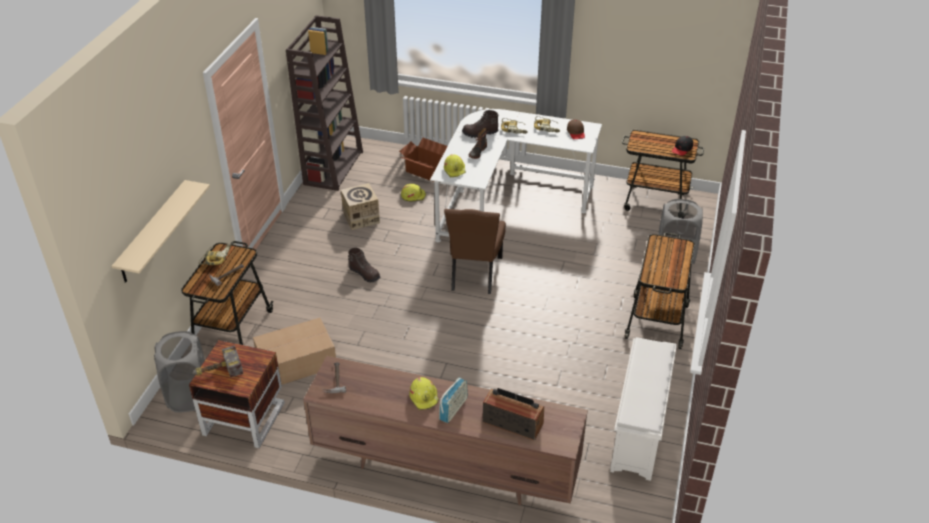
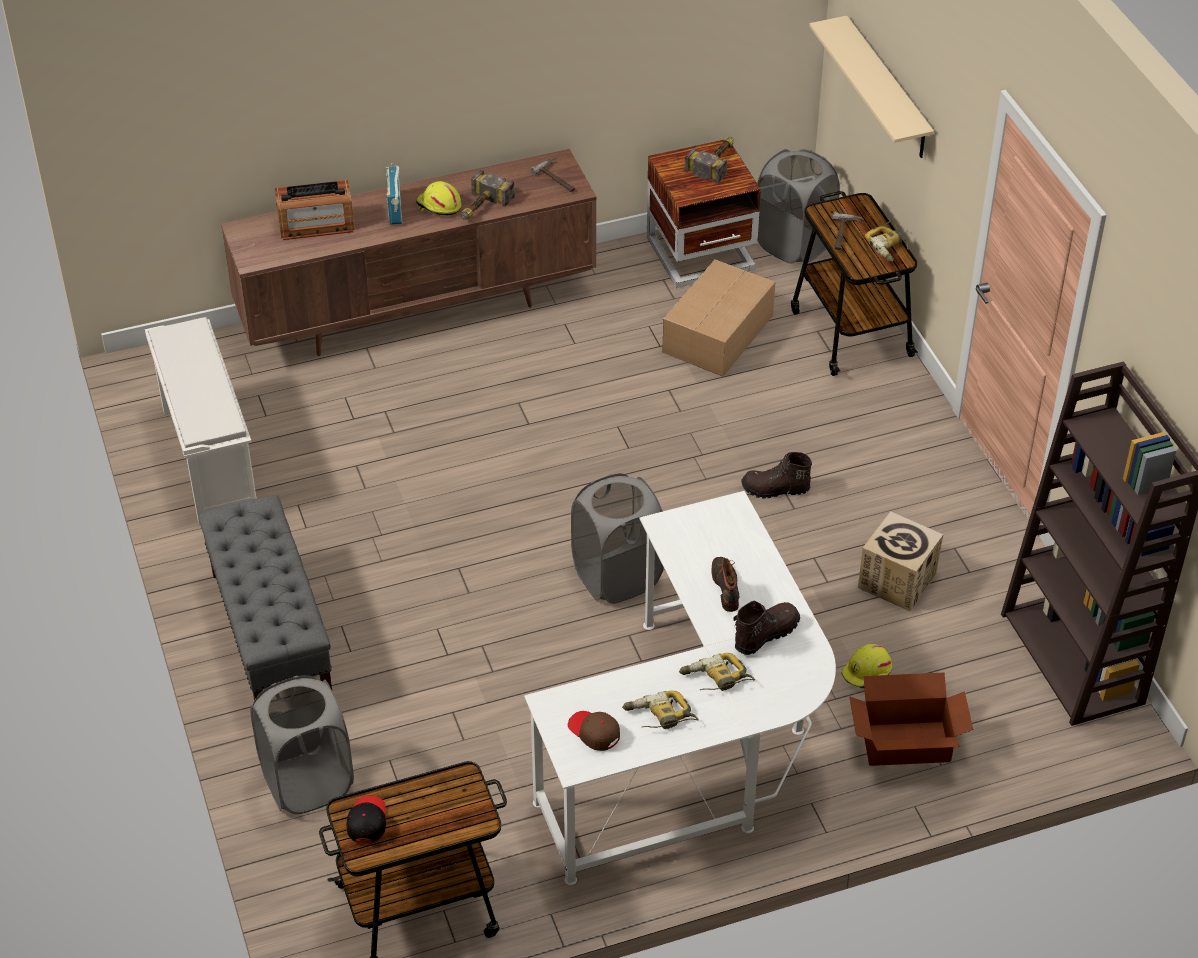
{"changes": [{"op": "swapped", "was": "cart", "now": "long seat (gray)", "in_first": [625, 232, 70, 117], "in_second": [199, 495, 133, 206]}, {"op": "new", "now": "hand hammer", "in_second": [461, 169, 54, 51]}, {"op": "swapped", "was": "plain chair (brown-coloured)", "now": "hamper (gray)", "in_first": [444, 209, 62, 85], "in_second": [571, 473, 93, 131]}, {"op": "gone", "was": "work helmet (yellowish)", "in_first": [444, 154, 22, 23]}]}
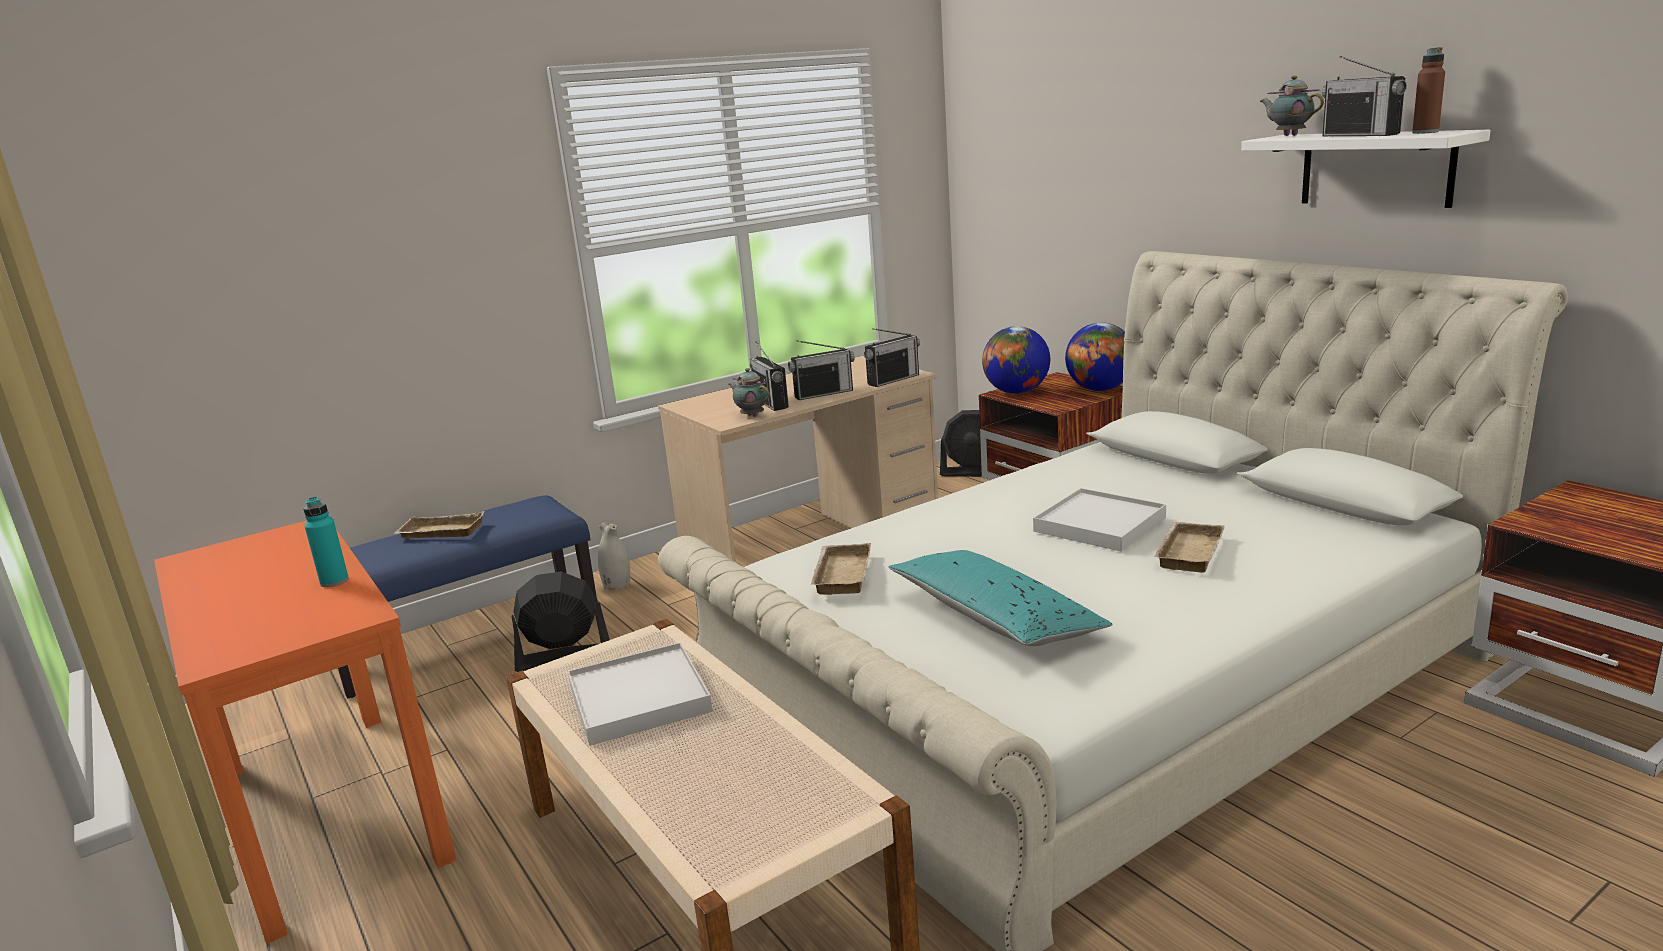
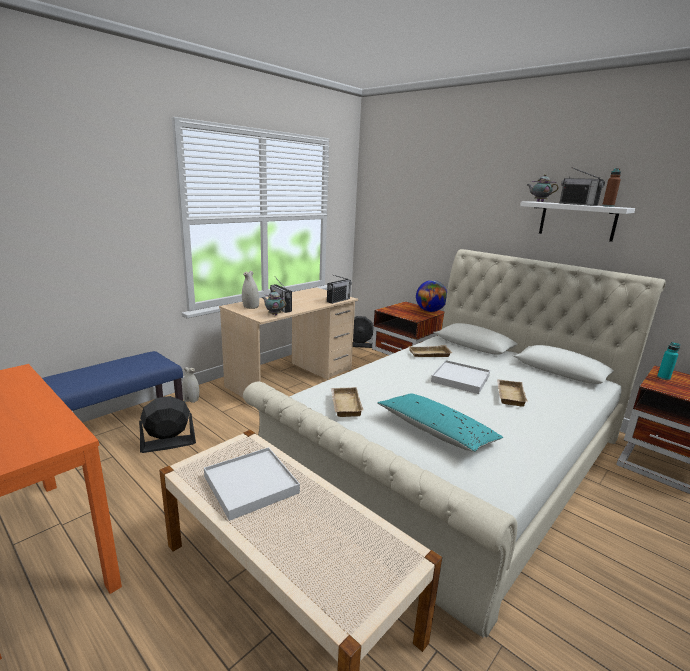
{"changes": [{"op": "new", "now": "flower vase (white-coloured)", "in_second": [242, 271, 17, 38]}, {"op": "shifted", "was": "serving tray (beige-coloured)", "in_first": [394, 511, 91, 27], "in_second": [409, 345, 43, 12]}, {"op": "shifted", "was": "bottle (turquoise-coloured)", "in_first": [303, 497, 46, 90], "in_second": [657, 342, 23, 38]}, {"op": "gone", "was": "radio", "in_first": [788, 340, 66, 60]}, {"op": "gone", "was": "desk globe", "in_first": [982, 326, 68, 68]}]}
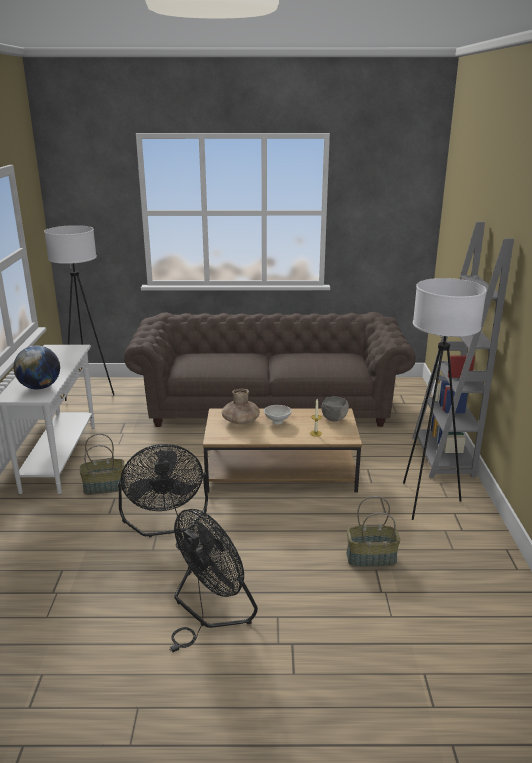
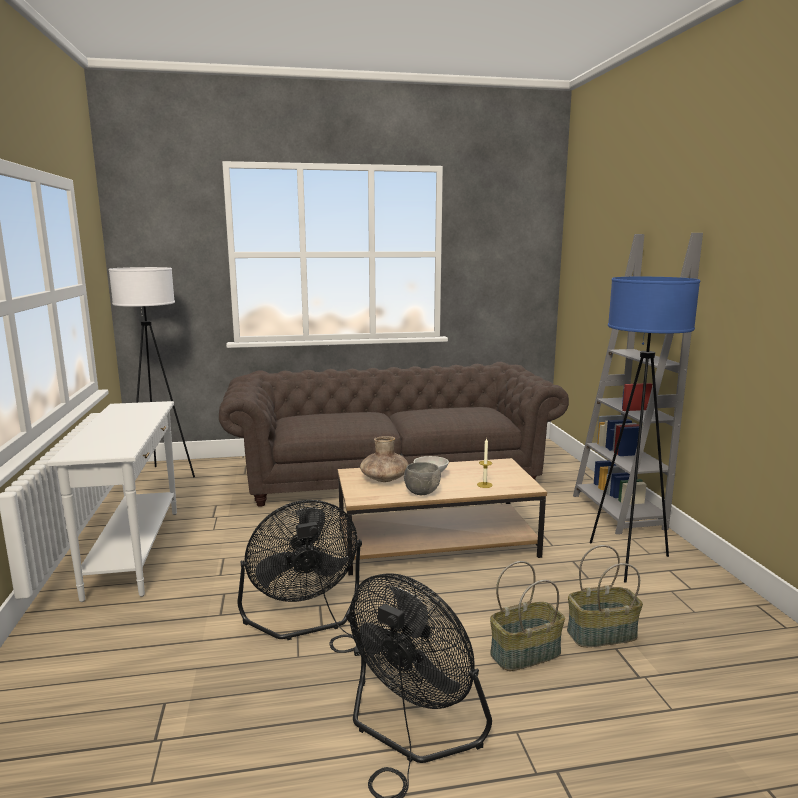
{"changes": [{"op": "shifted", "was": "bowl (gray)", "in_first": [321, 396, 28, 25], "in_second": [404, 462, 37, 33]}, {"op": "shifted", "was": "household basket", "in_first": [80, 434, 46, 61], "in_second": [490, 561, 75, 110]}, {"op": "repainted", "was": "floor lamp (white-coloured)", "now": "floor lamp (blue-coloured)", "in_first": [403, 278, 84, 242], "in_second": [590, 276, 110, 307]}, {"op": "gone", "was": "desk globe", "in_first": [13, 346, 47, 43]}]}
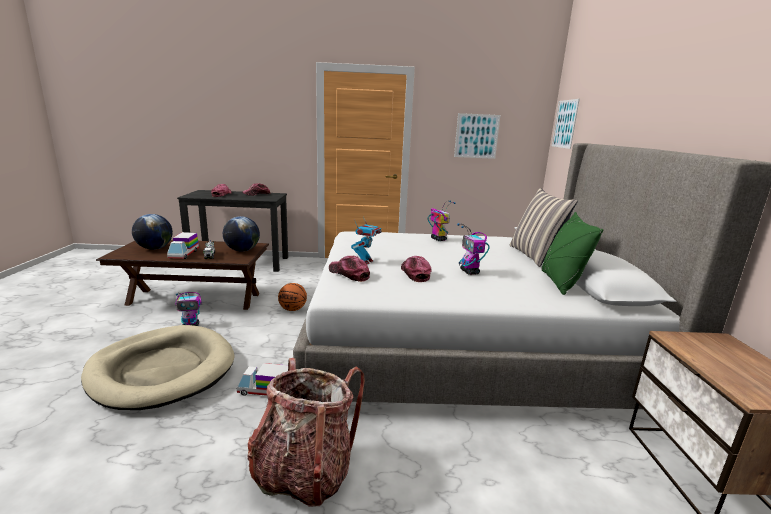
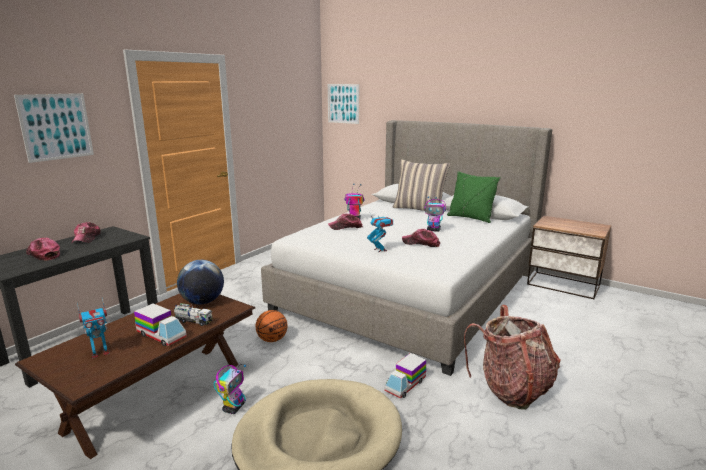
{"changes": [{"op": "shifted", "was": "wall picture", "in_first": [454, 113, 47, 46], "in_second": [14, 93, 80, 70]}, {"op": "swapped", "was": "desk globe", "now": "toy robot", "in_first": [132, 214, 41, 36], "in_second": [77, 298, 33, 60]}, {"op": "shifted", "was": "peaked cap", "in_first": [329, 256, 41, 26], "in_second": [328, 213, 35, 17]}]}
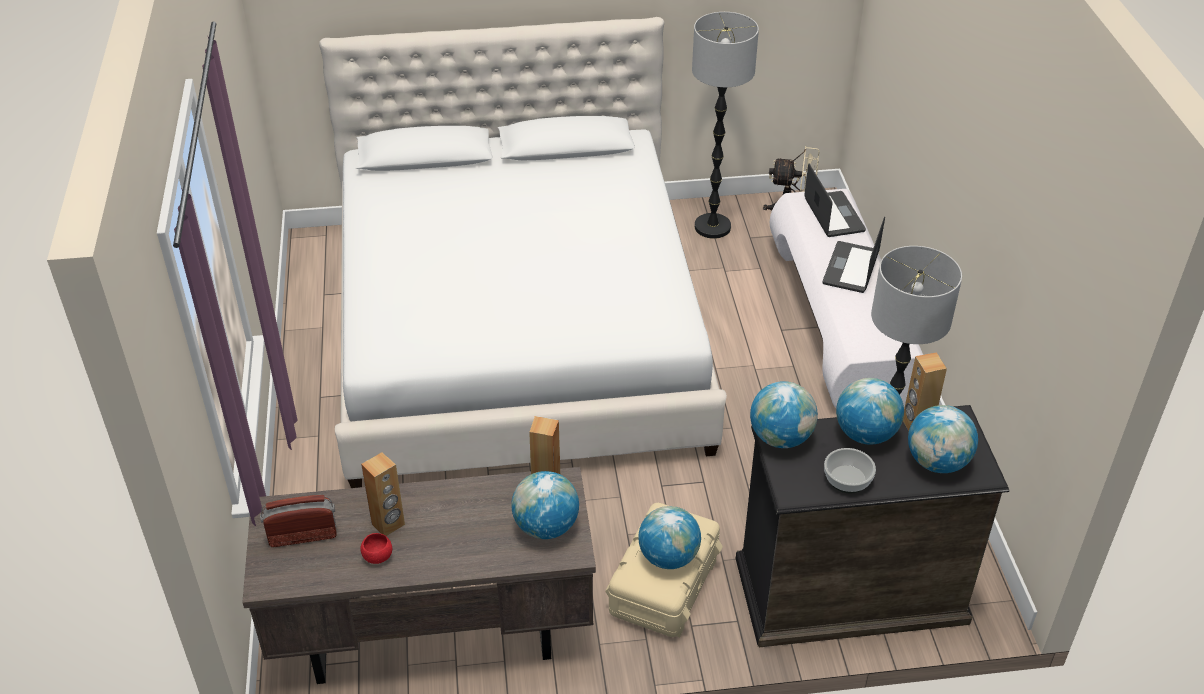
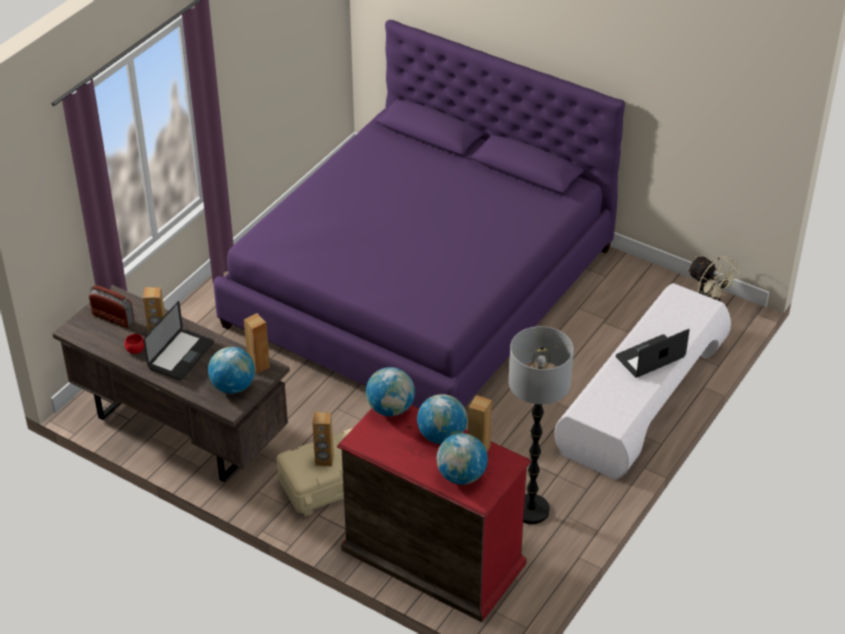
{"changes": [{"op": "shifted", "was": "portable computer", "in_first": [804, 164, 62, 73], "in_second": [143, 301, 71, 79]}, {"op": "repainted", "was": "bedroom bed (white-coloured)", "now": "bedroom bed (purple-coloured)", "in_first": [319, 17, 408, 471], "in_second": [213, 20, 412, 389]}, {"op": "swapped", "was": "desk globe", "now": "speaker (brown-coloured)", "in_first": [638, 506, 63, 63], "in_second": [312, 412, 22, 55]}, {"op": "repainted", "was": "drawer chest (blackish)", "now": "drawer chest (red-coloured)", "in_first": [736, 405, 273, 242], "in_second": [337, 405, 194, 217]}, {"op": "gone", "was": "floor lamp", "in_first": [692, 12, 67, 227]}, {"op": "gone", "was": "bowl", "in_first": [824, 448, 52, 45]}]}
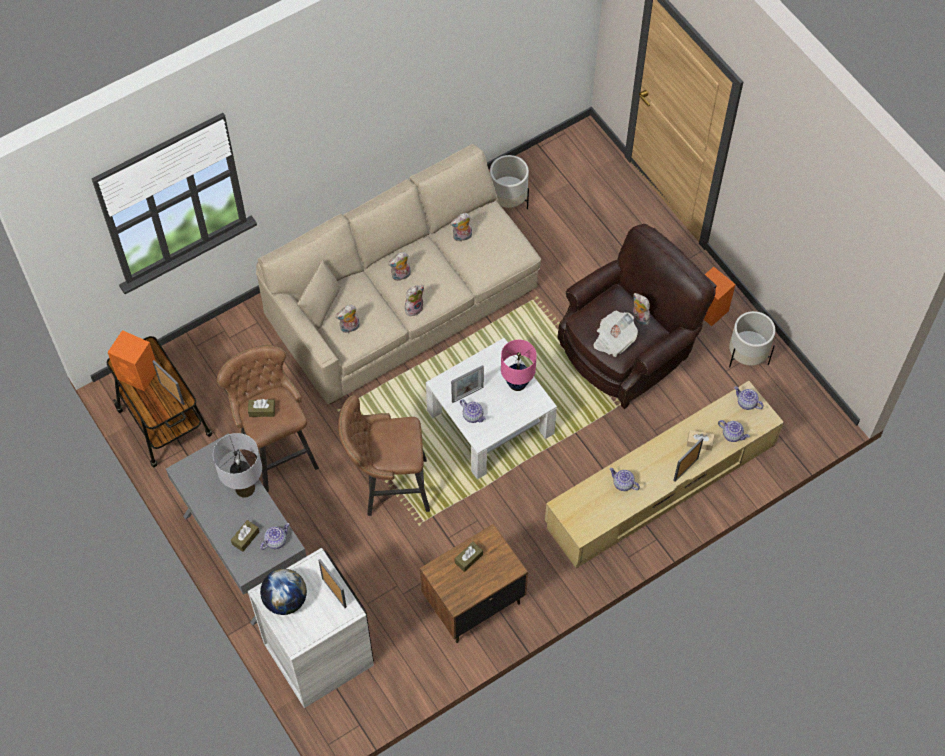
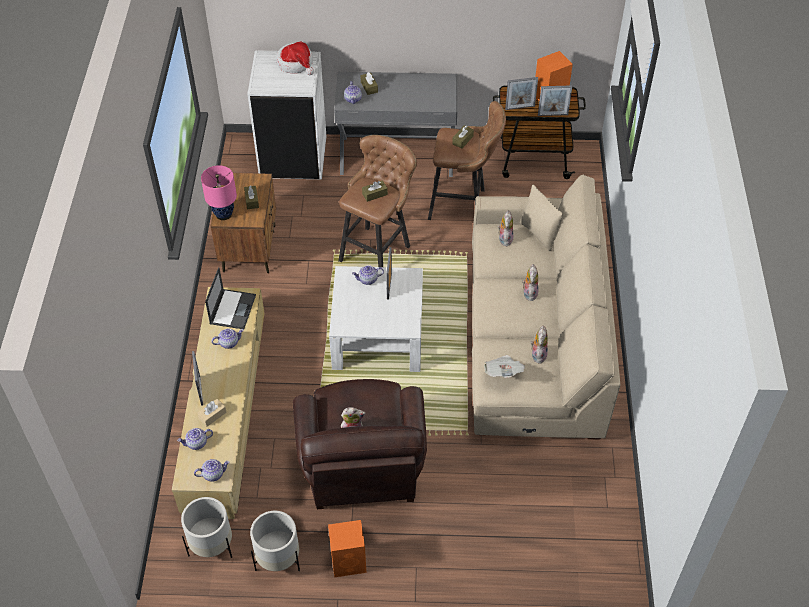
{"changes": [{"op": "shifted", "was": "planter (white-coloured)", "in_first": [490, 155, 39, 54], "in_second": [181, 497, 51, 61]}, {"op": "shifted", "was": "tabletop lamp (pinkish)", "in_first": [501, 340, 36, 51], "in_second": [201, 165, 36, 55]}, {"op": "new", "now": "portable computer", "in_second": [205, 267, 51, 62]}, {"op": "swapped", "was": "desk globe", "now": "clothing hat", "in_first": [260, 569, 47, 46], "in_second": [276, 42, 38, 33]}, {"op": "new", "now": "box of tissues (brown-coloured)", "in_second": [362, 180, 26, 22]}, {"op": "shifted", "was": "daily paper", "in_first": [593, 311, 45, 46], "in_second": [484, 355, 41, 23]}, {"op": "shifted", "was": "photo frame", "in_first": [318, 559, 29, 49], "in_second": [538, 85, 34, 31]}, {"op": "gone", "was": "tabletop lamp (gray)", "in_first": [213, 433, 49, 65]}, {"op": "gone", "was": "cuddly toy", "in_first": [405, 285, 19, 31]}]}
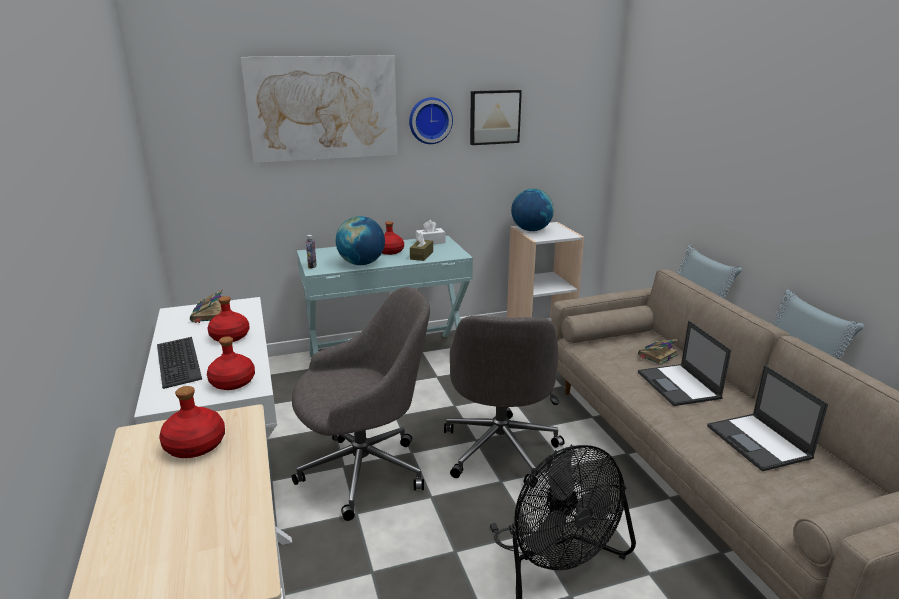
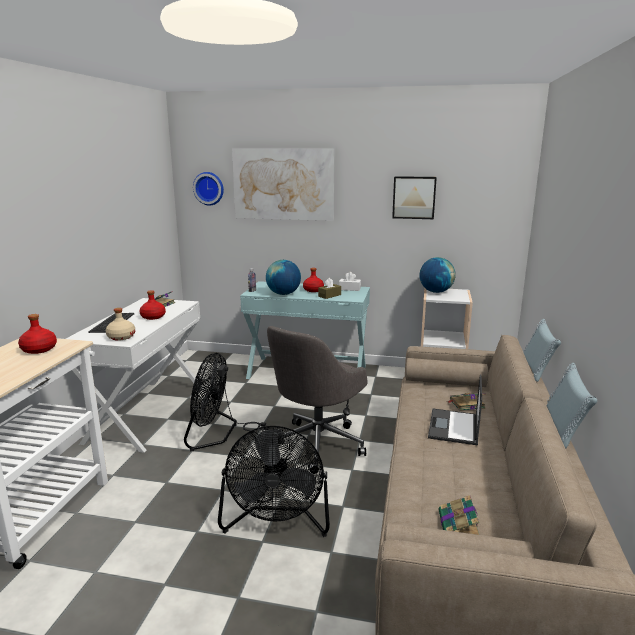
{"changes": [{"op": "repainted", "was": "bottle (red-coloured)", "now": "bottle (beige-coloured)", "in_first": [207, 336, 48, 54], "in_second": [106, 308, 29, 33]}, {"op": "swapped", "was": "computer chair (gray)", "now": "cooling fan (blackish)", "in_first": [292, 287, 138, 234], "in_second": [184, 353, 83, 99]}, {"op": "shifted", "was": "wall clock", "in_first": [409, 97, 44, 47], "in_second": [193, 172, 31, 33]}, {"op": "new", "now": "bound book", "in_second": [439, 495, 40, 40]}, {"op": "gone", "was": "portable computer", "in_first": [707, 365, 121, 106]}]}
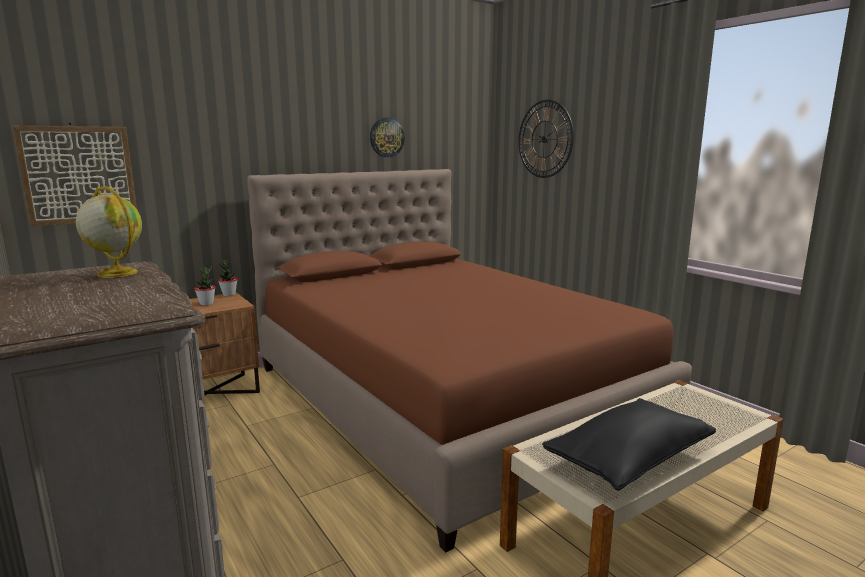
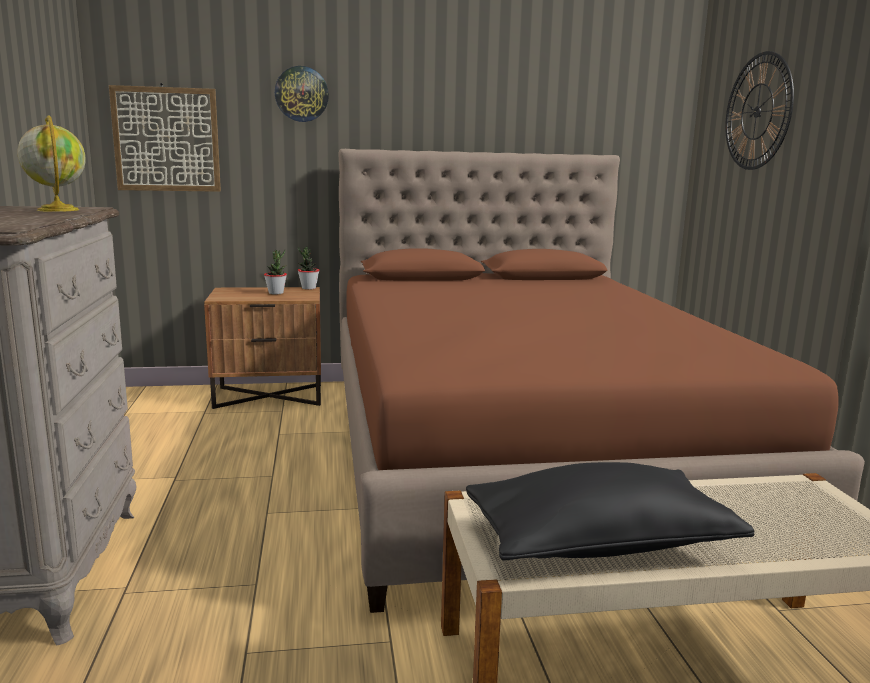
{"changes": [{"op": "shifted", "was": "wall clock", "in_first": [370, 118, 35, 39], "in_second": [275, 66, 54, 56]}]}
